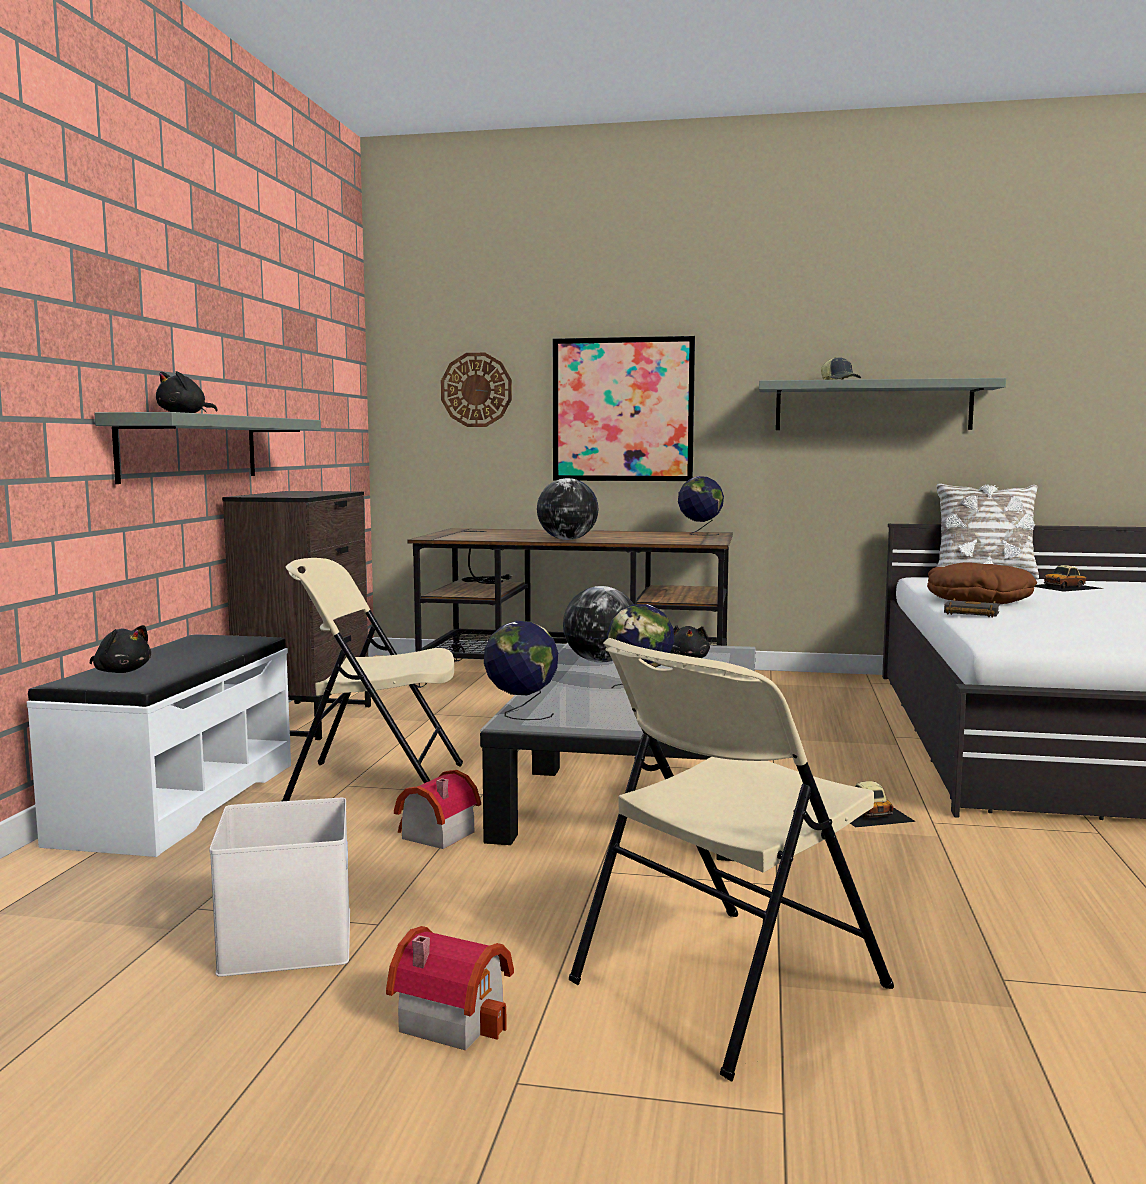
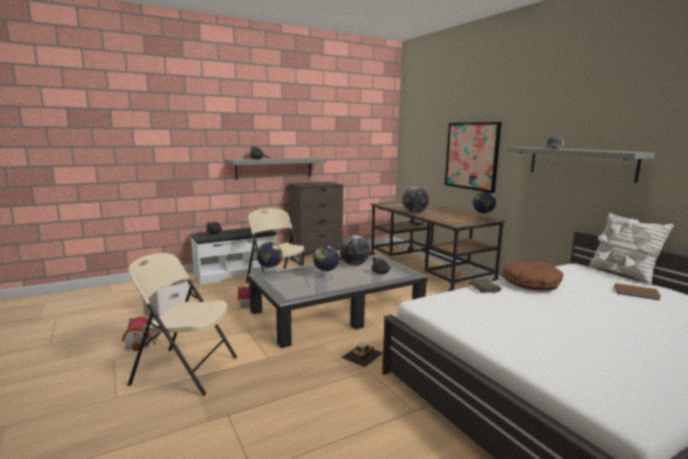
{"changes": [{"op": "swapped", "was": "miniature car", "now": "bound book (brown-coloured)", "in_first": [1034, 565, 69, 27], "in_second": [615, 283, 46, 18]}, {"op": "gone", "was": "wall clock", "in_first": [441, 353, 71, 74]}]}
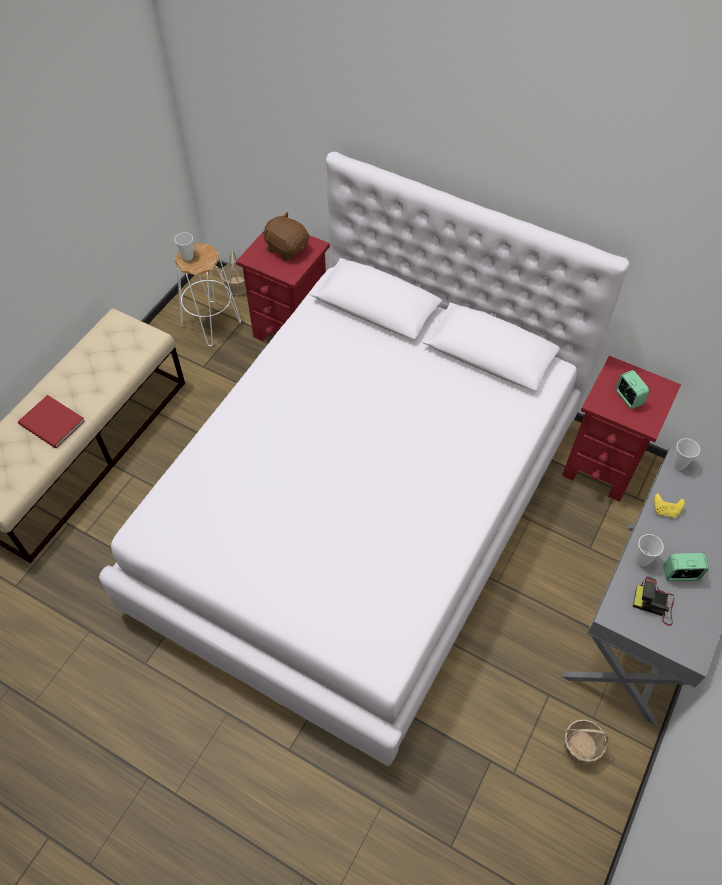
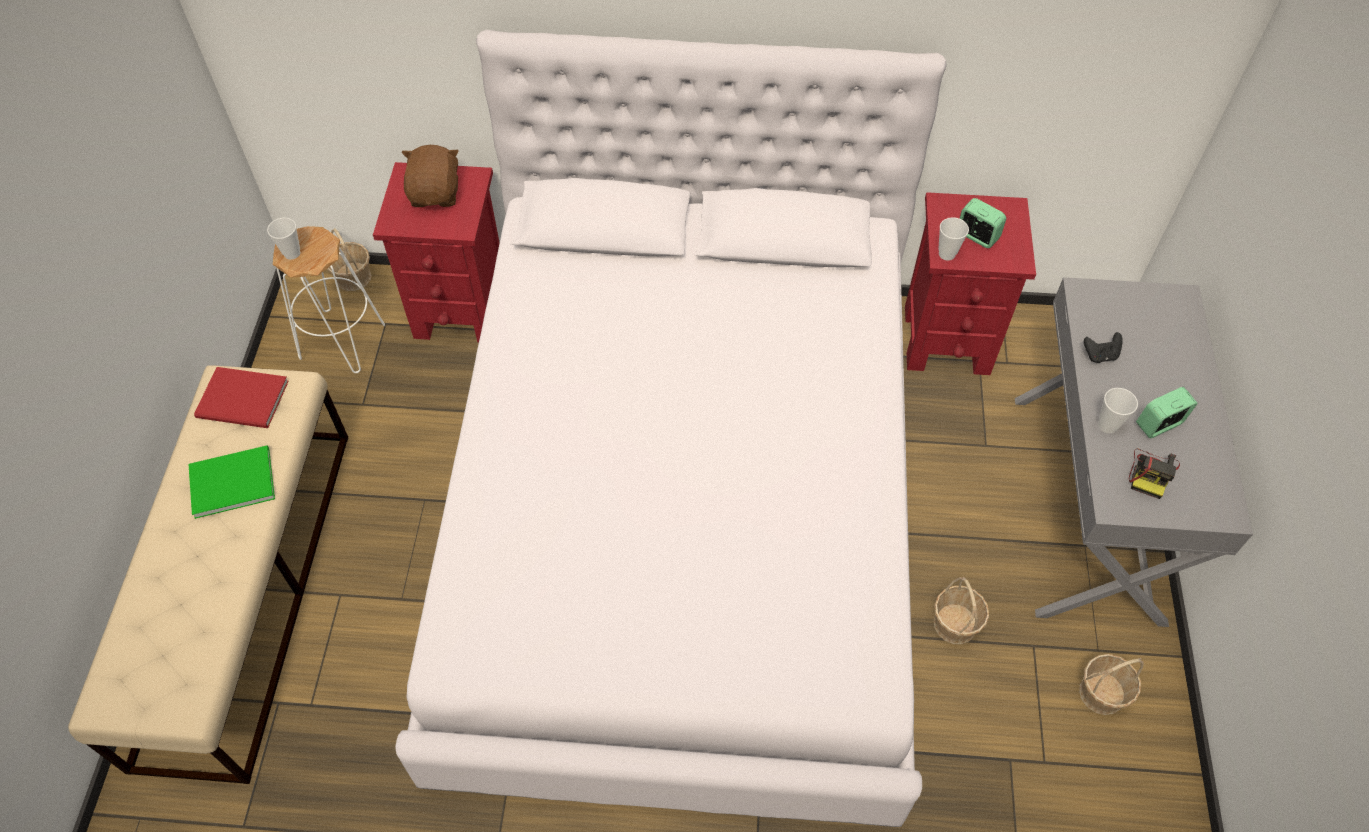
{"changes": [{"op": "new", "now": "bound book (green-coloured)", "in_second": [189, 445, 86, 74]}, {"op": "shifted", "was": "bound book (red-coloured)", "in_first": [18, 395, 67, 53], "in_second": [194, 367, 95, 61]}, {"op": "rotated", "was": "cuddly toy (brown-coloured)", "in_first": [262, 212, 47, 49], "in_second": [402, 145, 57, 62], "clockwise": 75}, {"op": "new", "now": "household basket", "in_second": [934, 577, 55, 67]}, {"op": "shifted", "was": "cup", "in_first": [672, 438, 28, 32], "in_second": [938, 217, 31, 44]}, {"op": "repainted", "was": "game controller (yellowish)", "now": "game controller (blackish)", "in_first": [654, 493, 31, 25], "in_second": [1084, 332, 39, 31]}, {"op": "rotated", "was": "still camera", "in_first": [633, 576, 41, 50], "in_second": [1129, 449, 51, 50], "clockwise": -60}]}
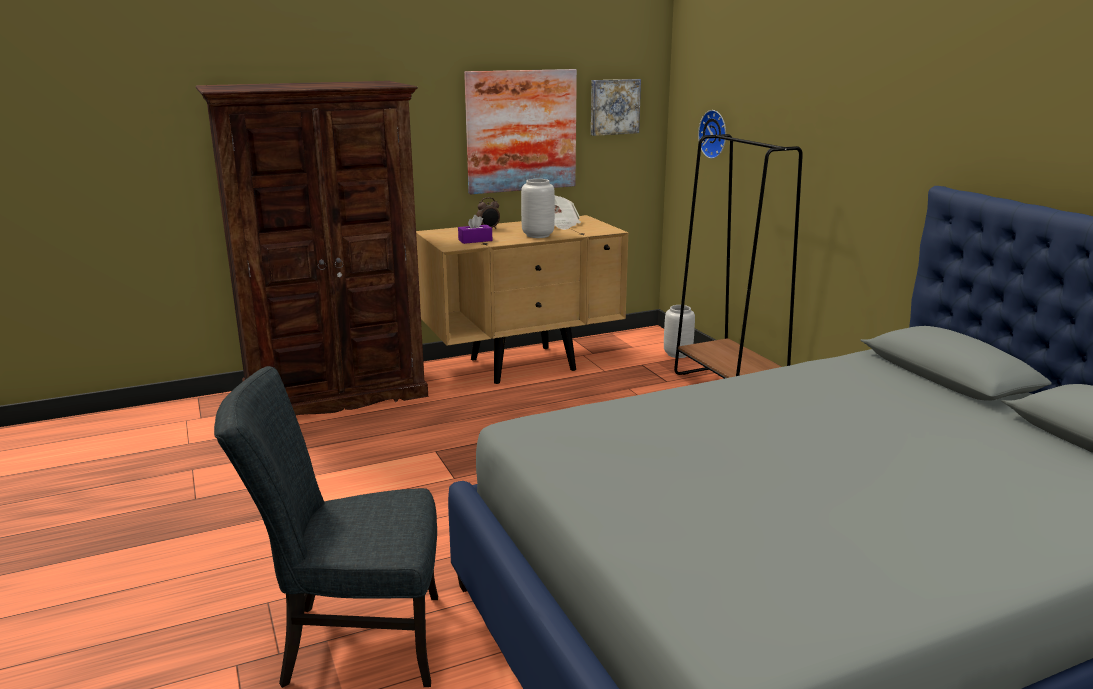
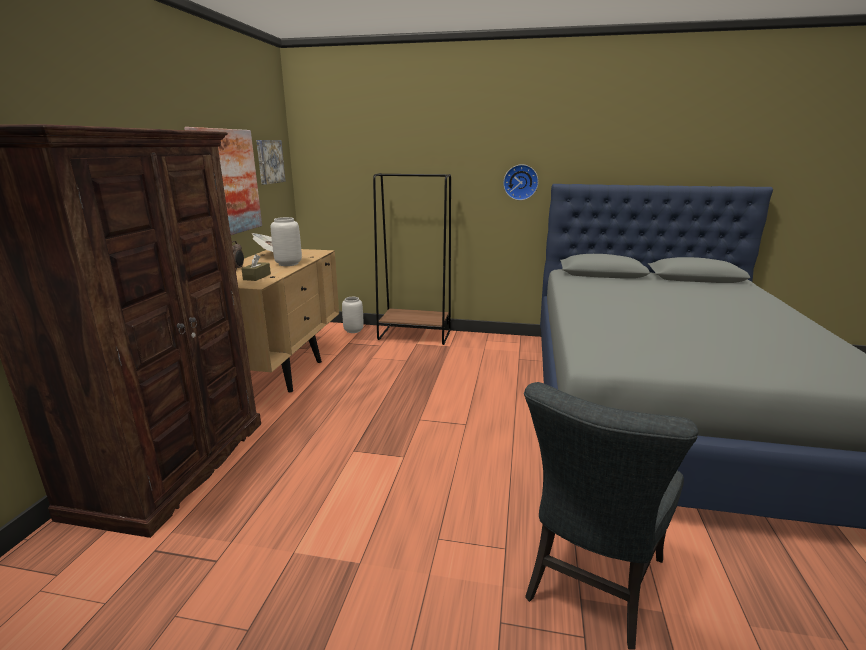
{"changes": [{"op": "repainted", "was": "box of tissues (purple-coloured)", "now": "box of tissues (brown-coloured)", "in_first": [458, 215, 34, 29], "in_second": [241, 254, 30, 27]}, {"op": "shifted", "was": "wall clock", "in_first": [698, 110, 28, 49], "in_second": [503, 164, 36, 36]}]}
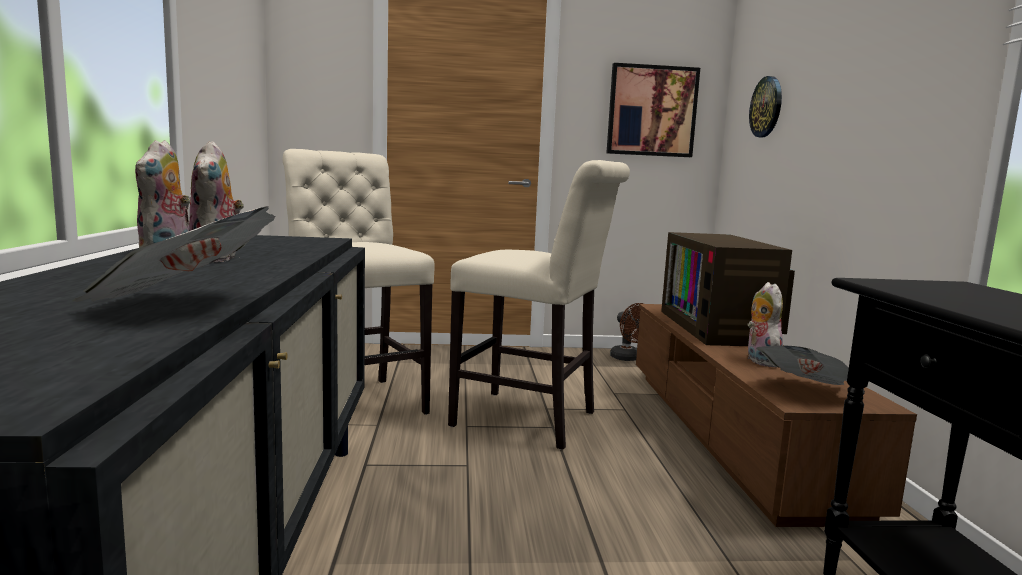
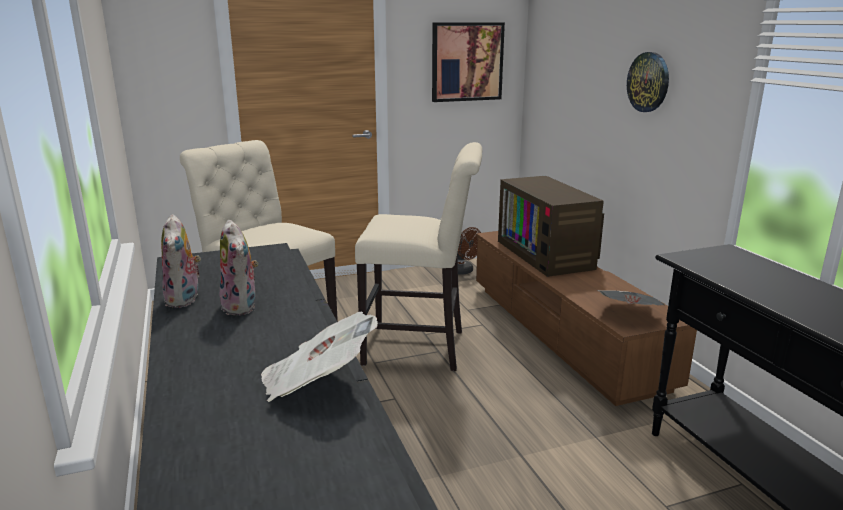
{"changes": [{"op": "shifted", "was": "wall clock", "in_first": [749, 76, 33, 61], "in_second": [627, 52, 42, 60]}, {"op": "gone", "was": "cuddly toy", "in_first": [747, 282, 36, 86]}]}
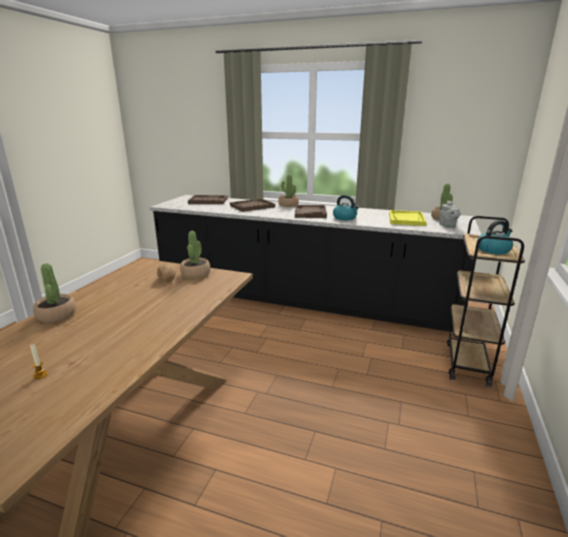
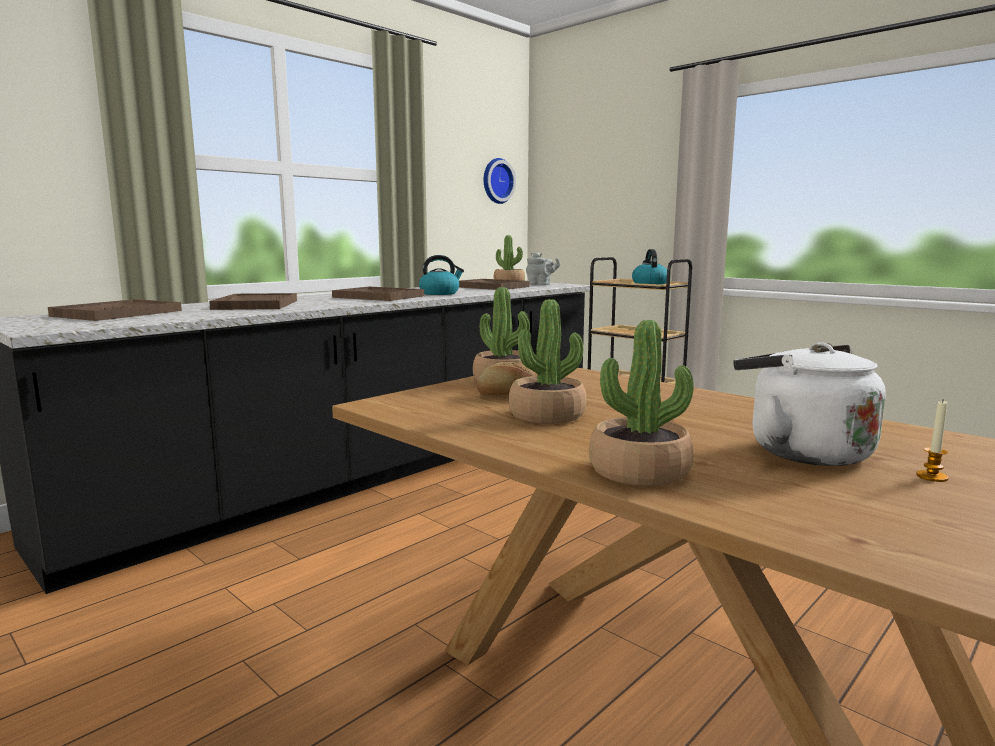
{"changes": [{"op": "repainted", "was": "serving tray (yellowish)", "now": "serving tray (brown-coloured)", "in_first": [389, 210, 37, 16], "in_second": [459, 279, 70, 11]}, {"op": "new", "now": "wall clock", "in_second": [484, 158, 32, 46]}, {"op": "shifted", "was": "plant in a pot", "in_first": [278, 174, 21, 33], "in_second": [509, 299, 78, 125]}, {"op": "new", "now": "tea kettle (white-coloured)", "in_second": [734, 342, 151, 124]}]}
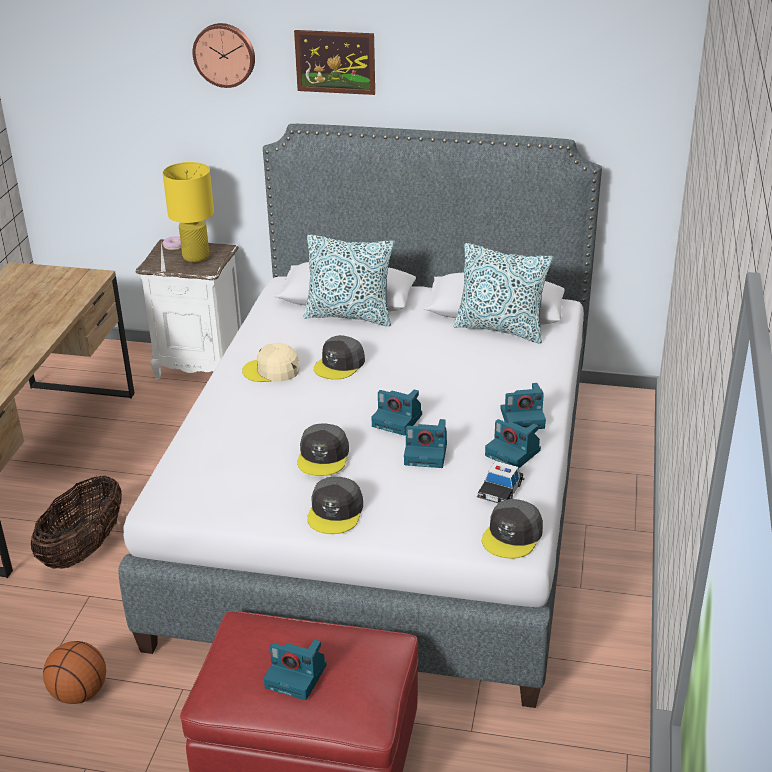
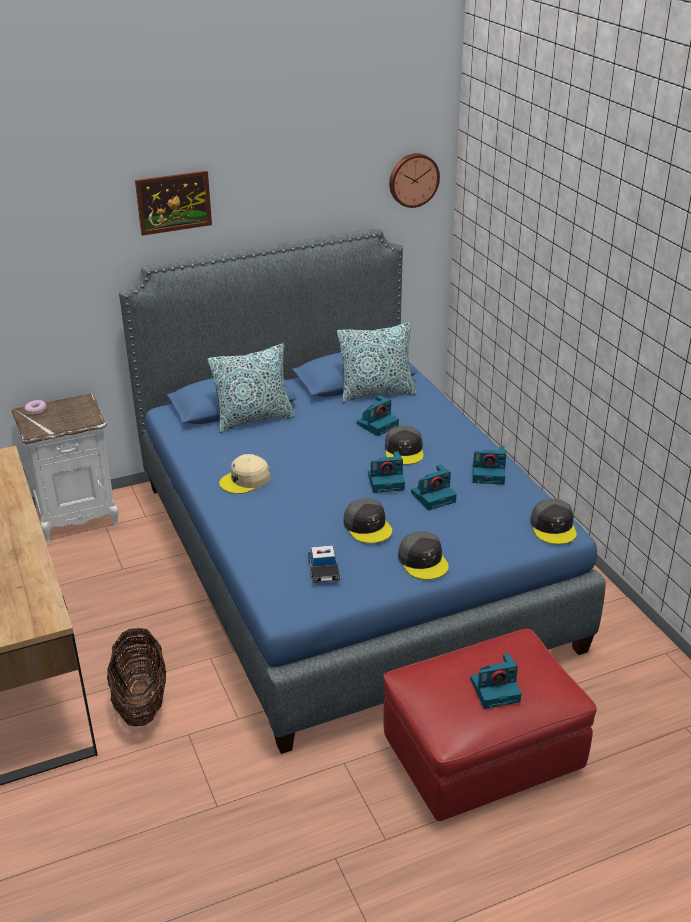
{"changes": [{"op": "repainted", "was": "bedroom bed (gray)", "now": "bedroom bed (blue-coloured)", "in_first": [118, 124, 484, 584], "in_second": [119, 229, 487, 525]}, {"op": "shifted", "was": "miniature car", "in_first": [477, 461, 48, 42], "in_second": [307, 545, 34, 38]}, {"op": "shifted", "was": "still camera", "in_first": [500, 383, 46, 46], "in_second": [357, 395, 42, 41]}, {"op": "shifted", "was": "peaked cap (gray)", "in_first": [314, 335, 51, 45], "in_second": [385, 426, 39, 39]}, {"op": "shifted", "was": "wall clock", "in_first": [193, 23, 62, 65], "in_second": [389, 153, 51, 55]}, {"op": "gone", "was": "basketball", "in_first": [43, 641, 63, 63]}, {"op": "gone", "was": "tabletop lamp (yellowish)", "in_first": [162, 162, 52, 101]}]}
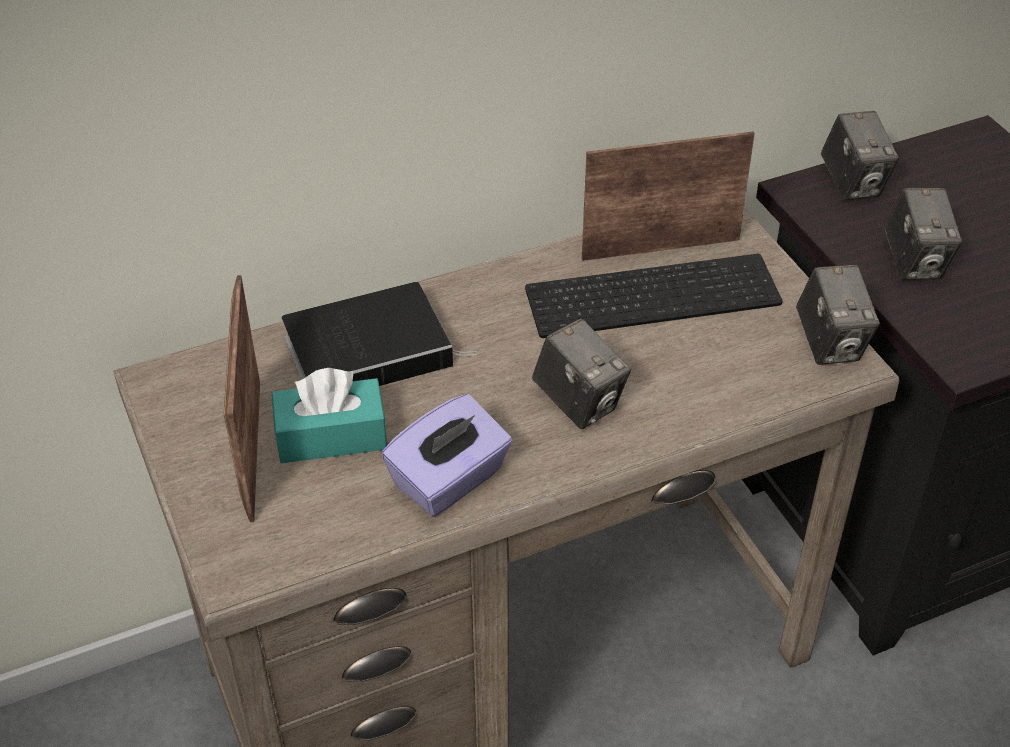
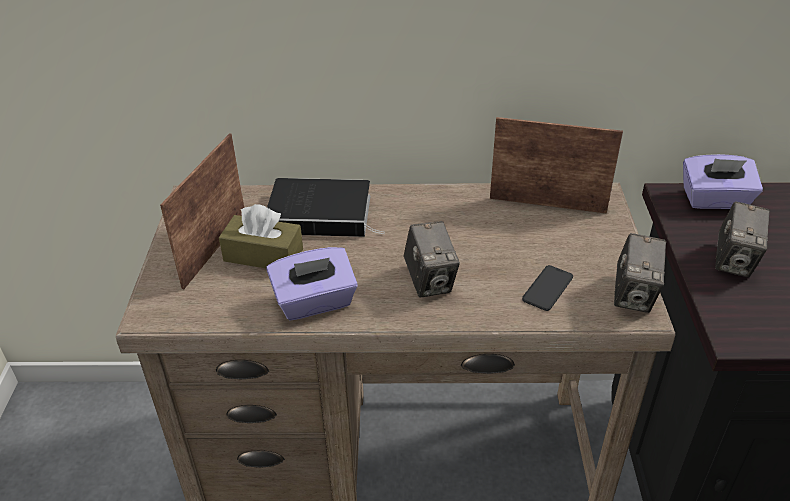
{"changes": [{"op": "repainted", "was": "box of tissues (turquoise-coloured)", "now": "box of tissues (brown-coloured)", "in_first": [272, 368, 115, 95], "in_second": [219, 204, 84, 65]}, {"op": "new", "now": "phone", "in_second": [522, 265, 51, 46]}, {"op": "swapped", "was": "still camera", "now": "box of tissues (purple-coloured)", "in_first": [821, 111, 78, 89], "in_second": [683, 154, 80, 55]}, {"op": "gone", "was": "PC keyboard", "in_first": [525, 254, 258, 84]}]}
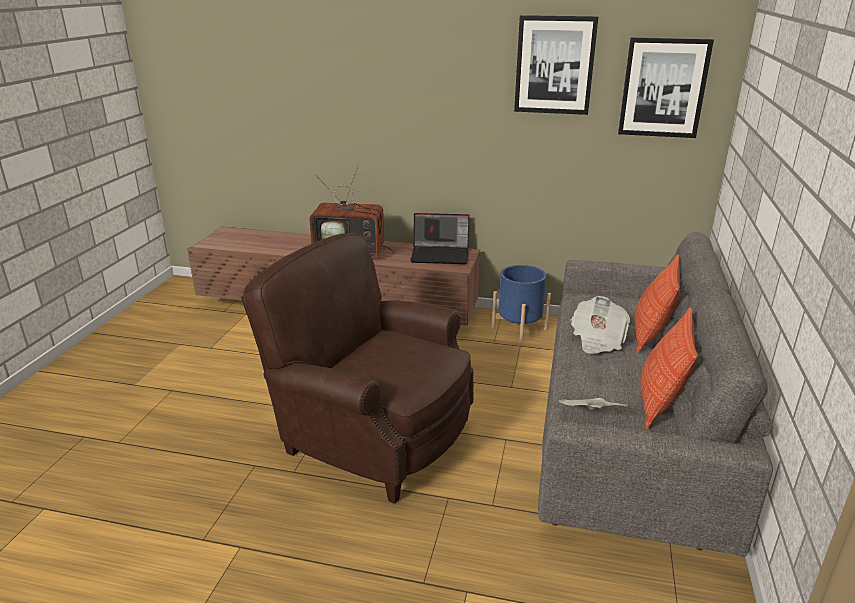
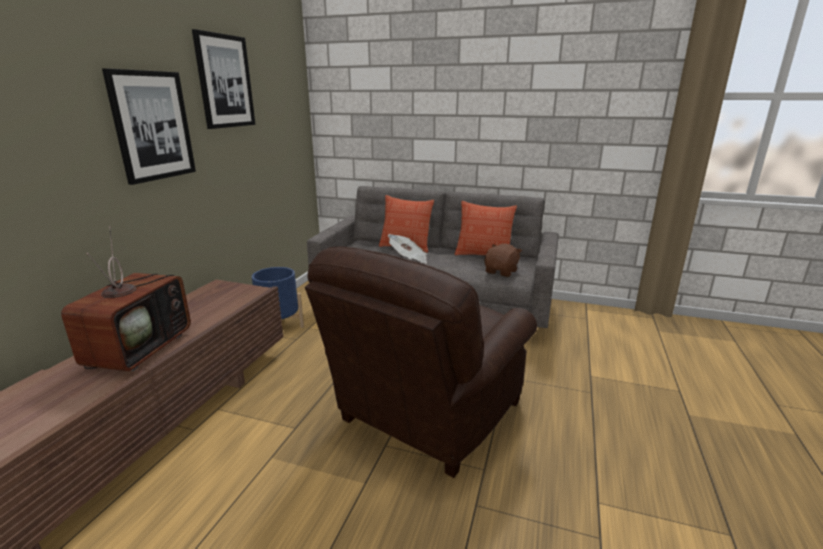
{"changes": [{"op": "shifted", "was": "wall picture", "in_first": [618, 37, 96, 101], "in_second": [102, 68, 94, 117]}, {"op": "swapped", "was": "daily paper", "now": "cuddly toy (brown-coloured)", "in_first": [558, 398, 70, 12], "in_second": [484, 244, 38, 33]}, {"op": "gone", "was": "portable computer", "in_first": [410, 213, 60, 51]}]}
